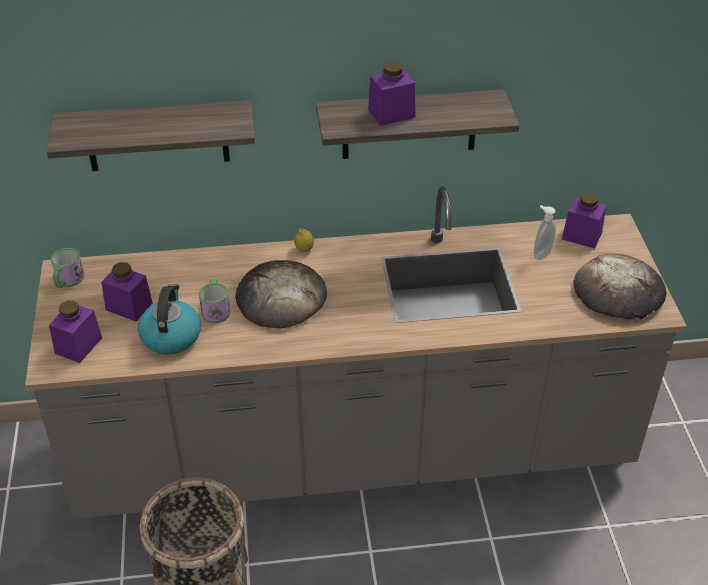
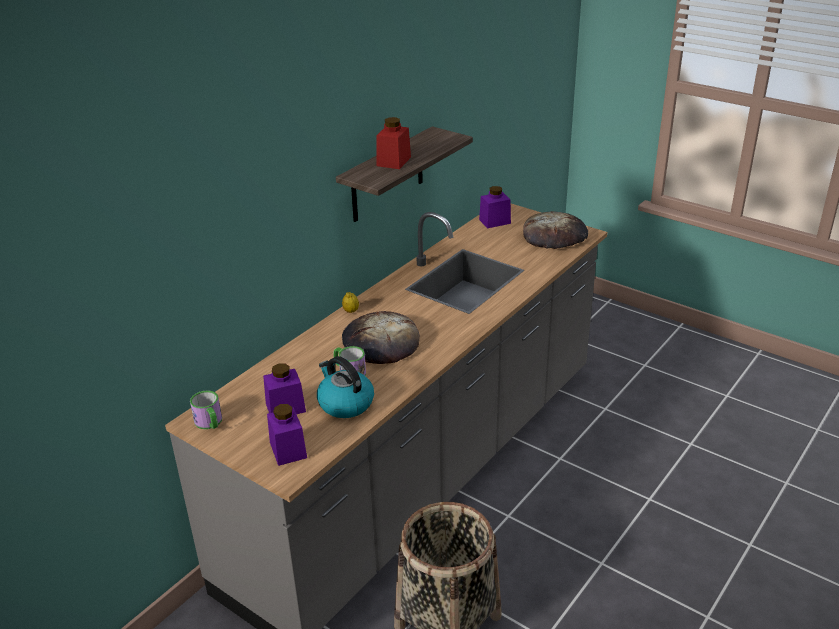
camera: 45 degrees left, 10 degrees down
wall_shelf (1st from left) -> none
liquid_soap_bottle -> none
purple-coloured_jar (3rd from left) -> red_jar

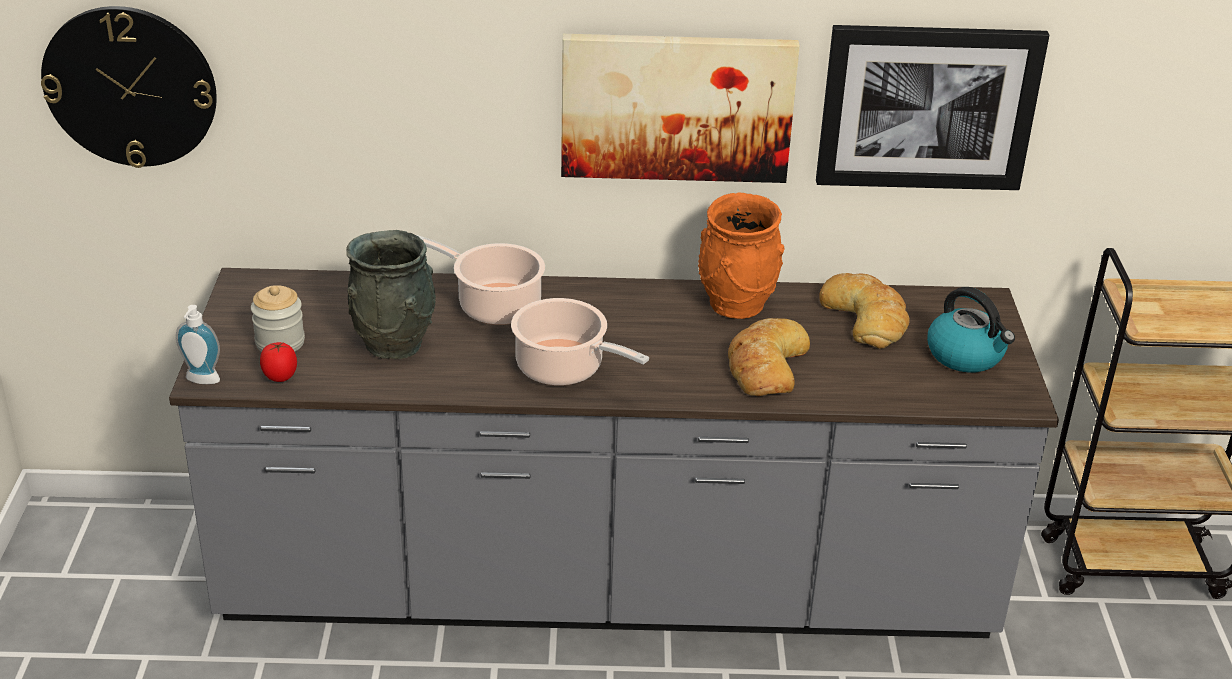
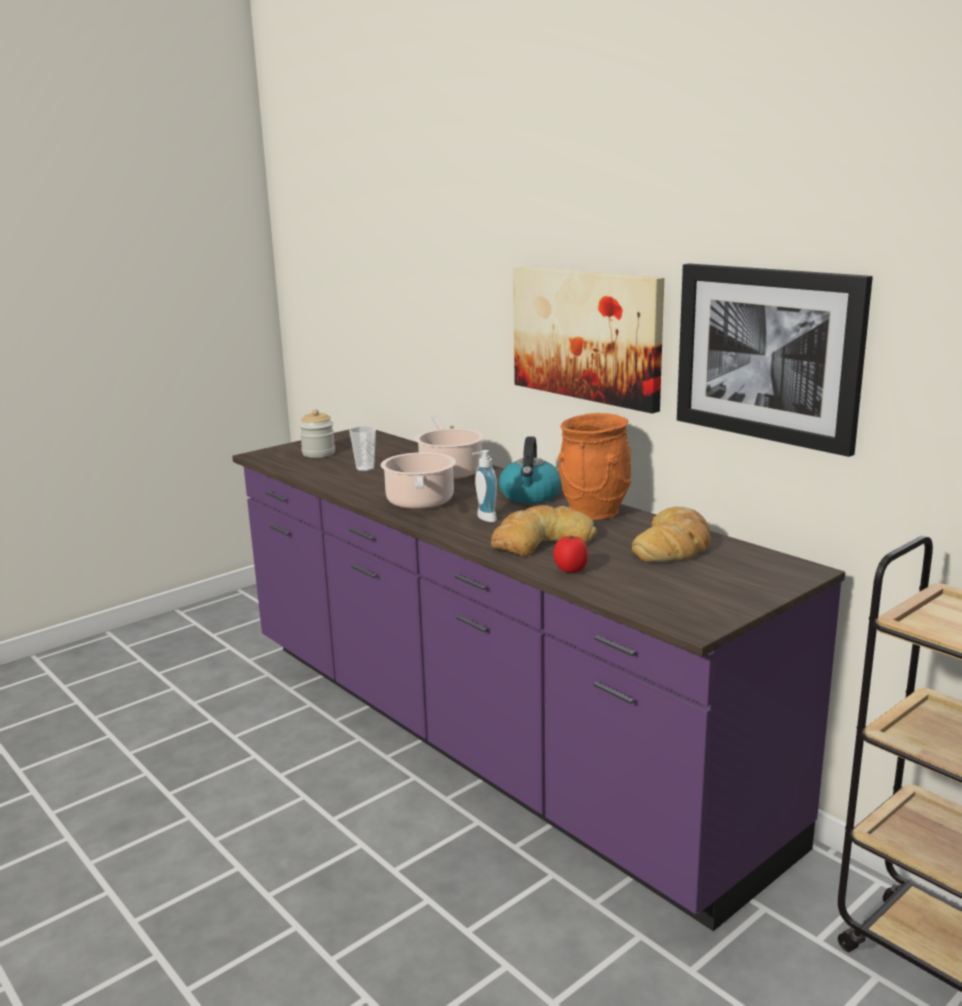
camera: 50 degrees right, 15 degrees down
hanging_clock -> none
liquid_soap_bottle, moved
fresh_tomato, moved
water_kettle, moved
greyish_decorative_vase -> drinking_cup
greyish_kitchen_counter -> purple-coloured_kitchen_counter

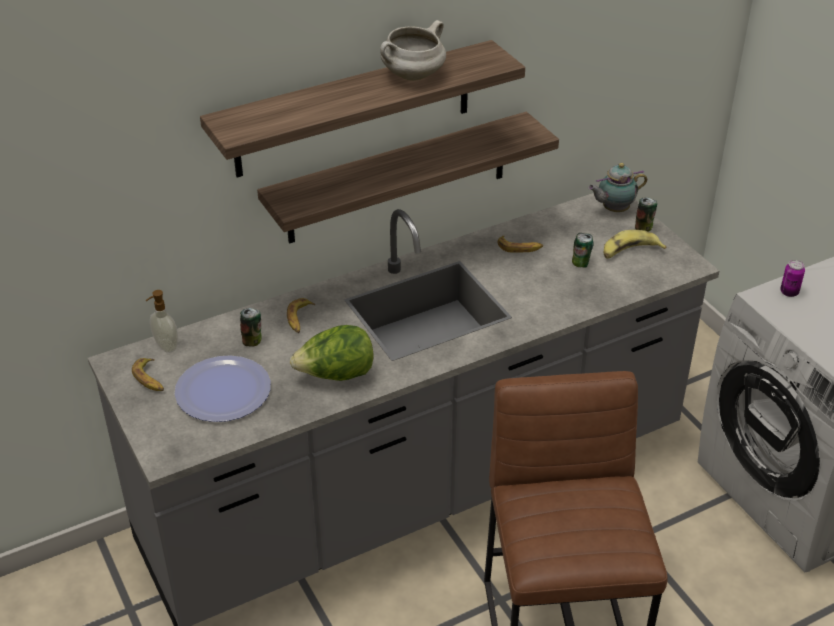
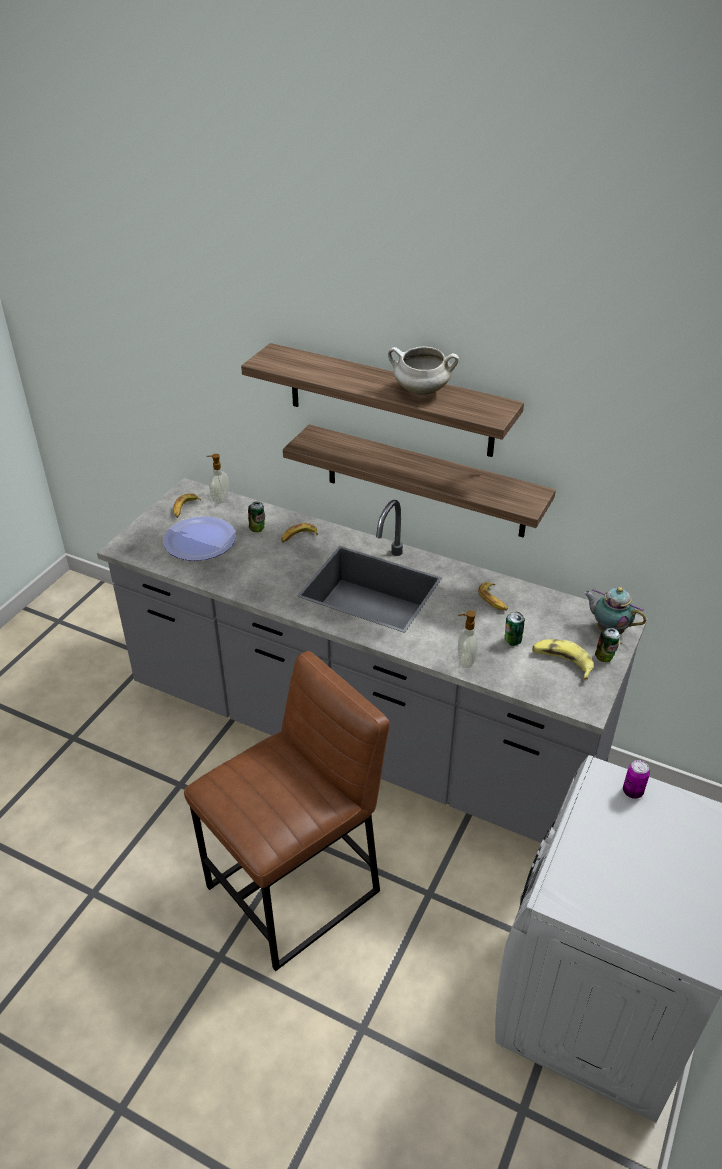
camera: 55 degrees right, 0 degrees up
lettuce -> none
none -> liquid_soap_bottle (2nd from left)

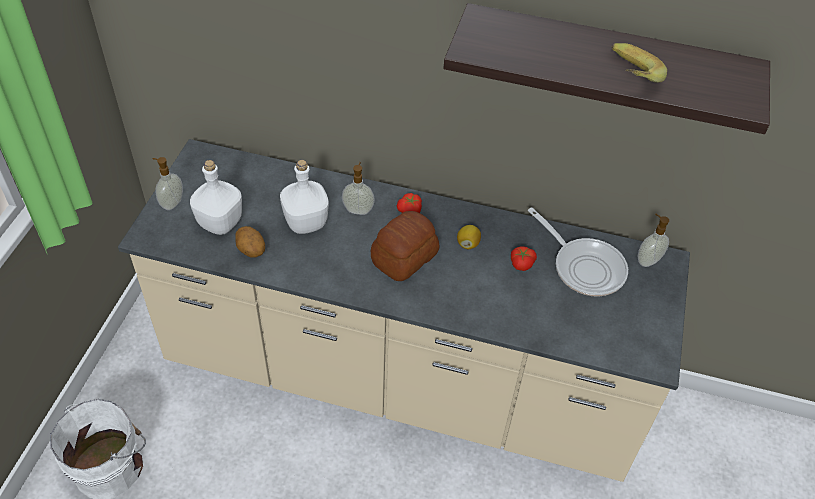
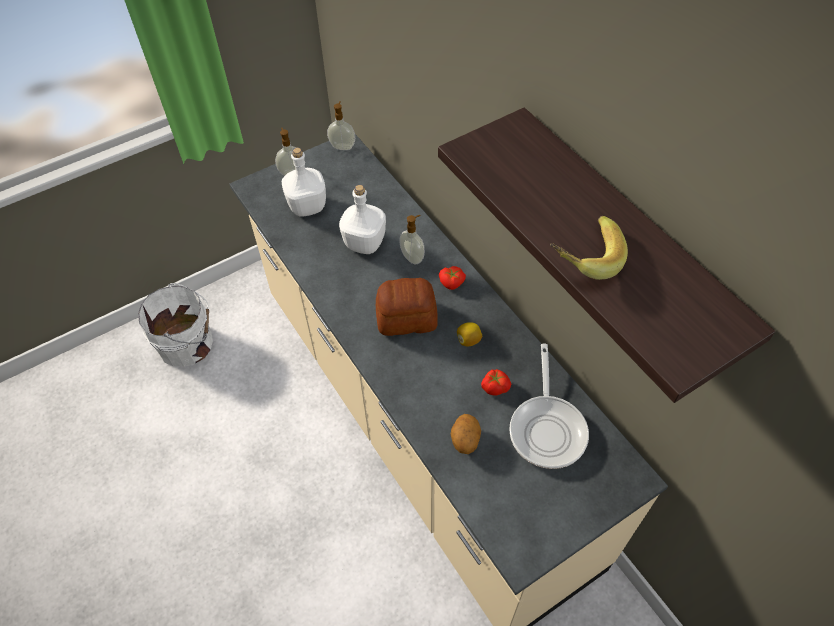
camera: 45 degrees right, 5 degrees up
whole_potato, moved
liquid_soap_bottle (3rd from left in the first image) -> liquid_soap_bottle (2nd from left), moved

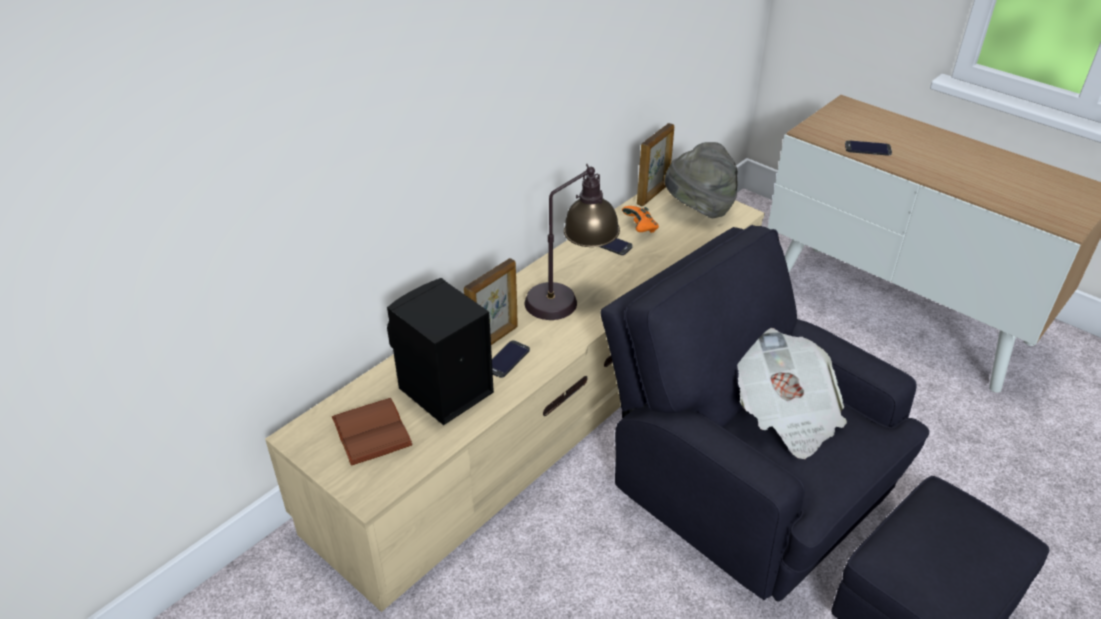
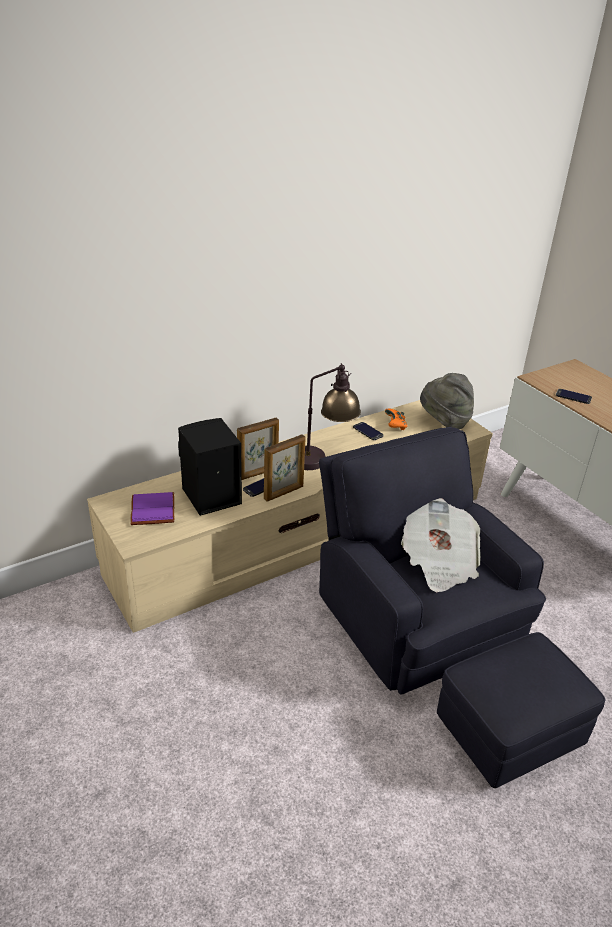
camera: 15 degrees right, 5 degrees down
picture_frame (2nd from left), moved
brownish_volume -> purple-coloured_volume

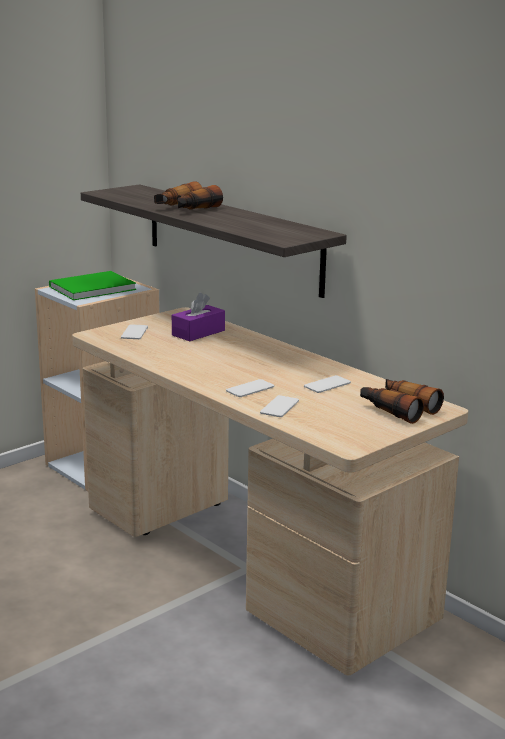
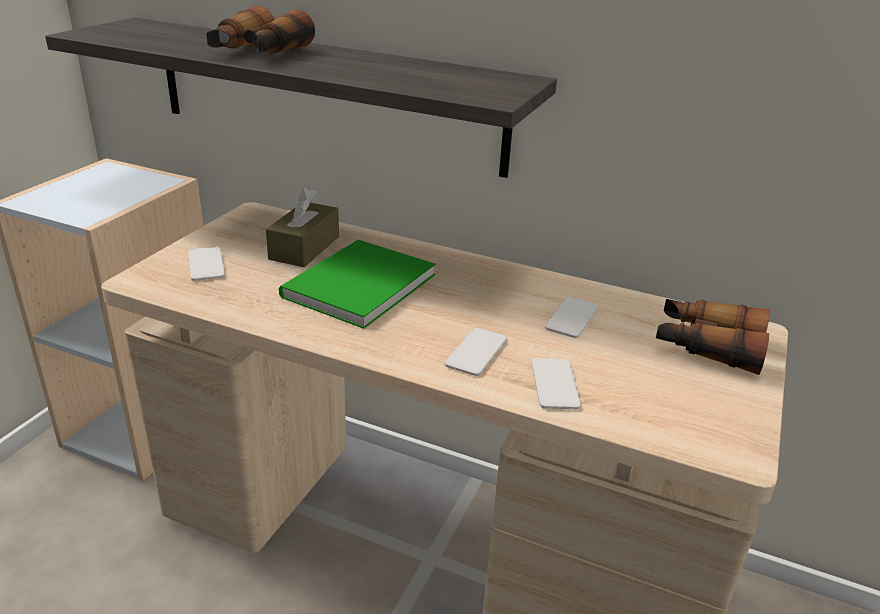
camera: 25 degrees left, 10 degrees up
green_volume, moved
purple-coloured_box_of_tissues -> brownish_box_of_tissues

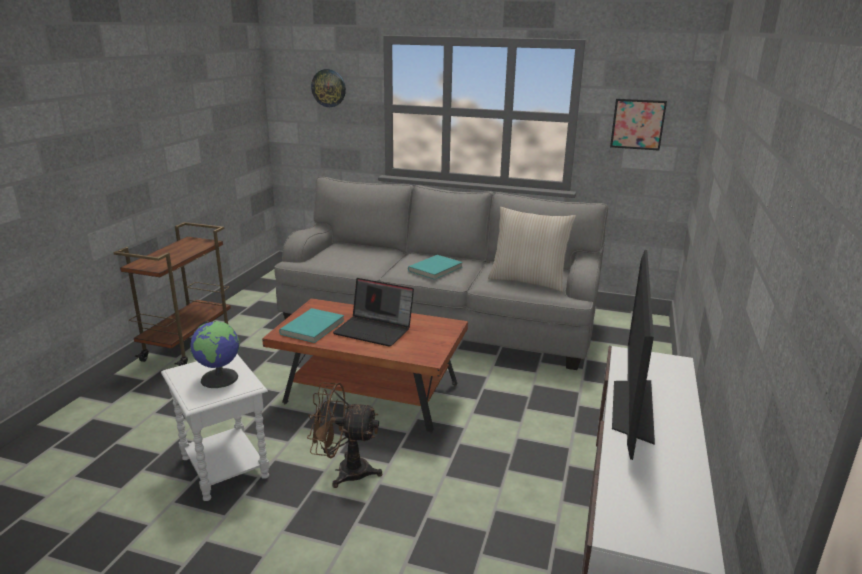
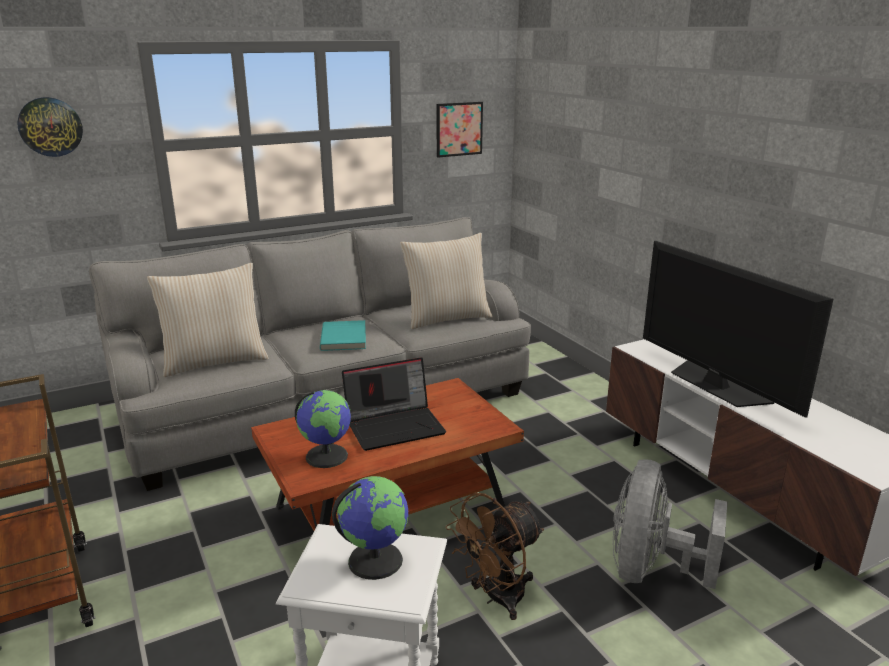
camera: 45 degrees left, 0 degrees up
none -> beige_pillow (1st from left)
none -> greyish_fan
turquoise-coloured_volume (1st from left) -> world_globe (1st from left)

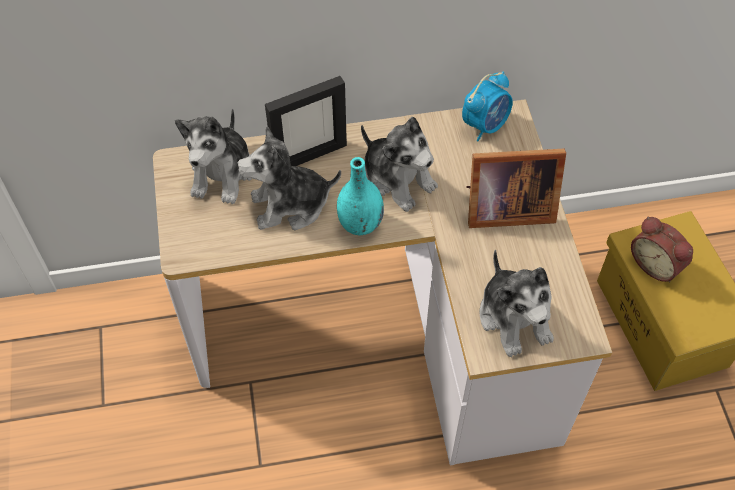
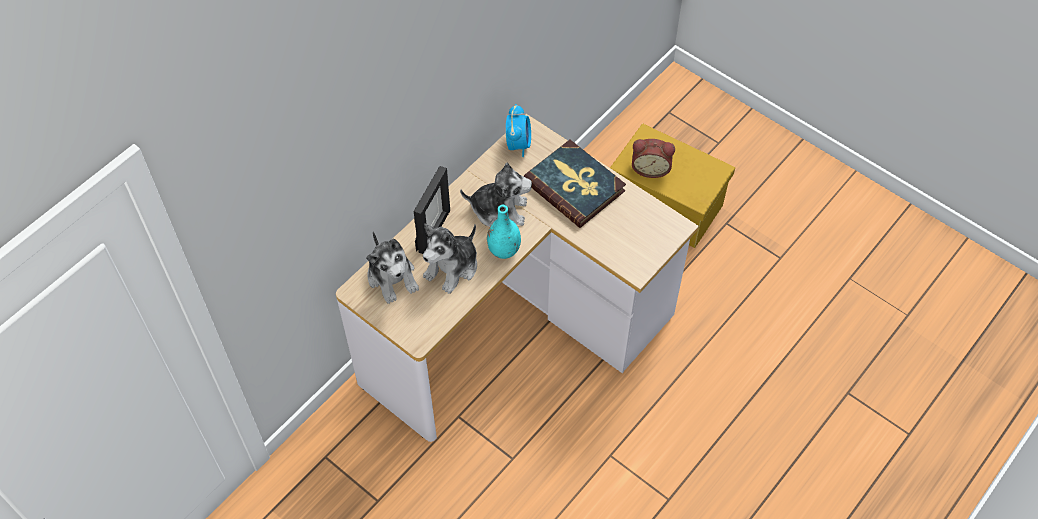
camera: 40 degrees left, 0 degrees up
soft_toy (4th from left) -> none
picture_frame (2nd from left) -> volume

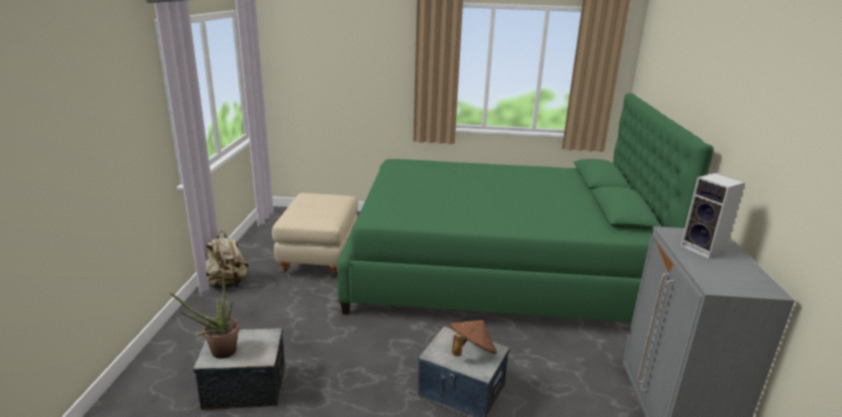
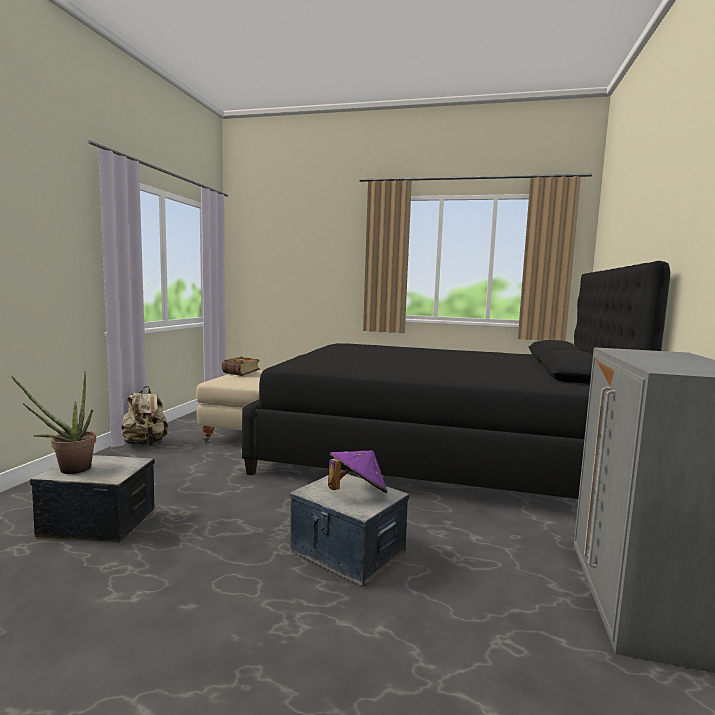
camera: 10 degrees right, 15 degrees down
audio_speaker -> none
none -> volume
green_bedroom_bed -> blackish_bedroom_bed
brownish_wearable_hat -> purple-coloured_wearable_hat

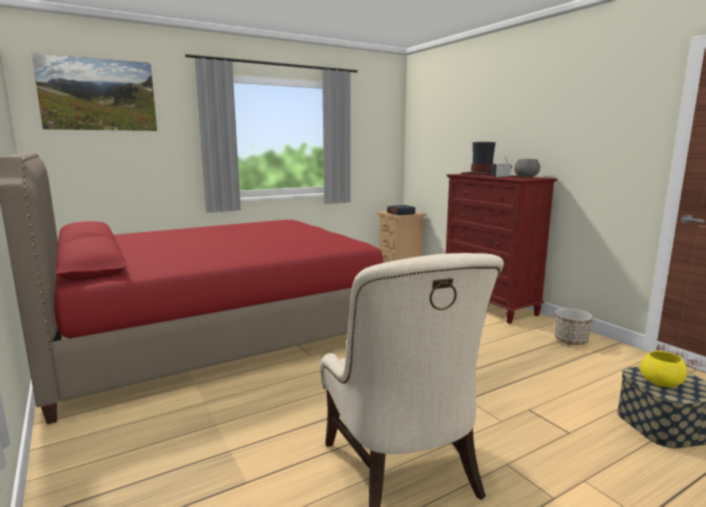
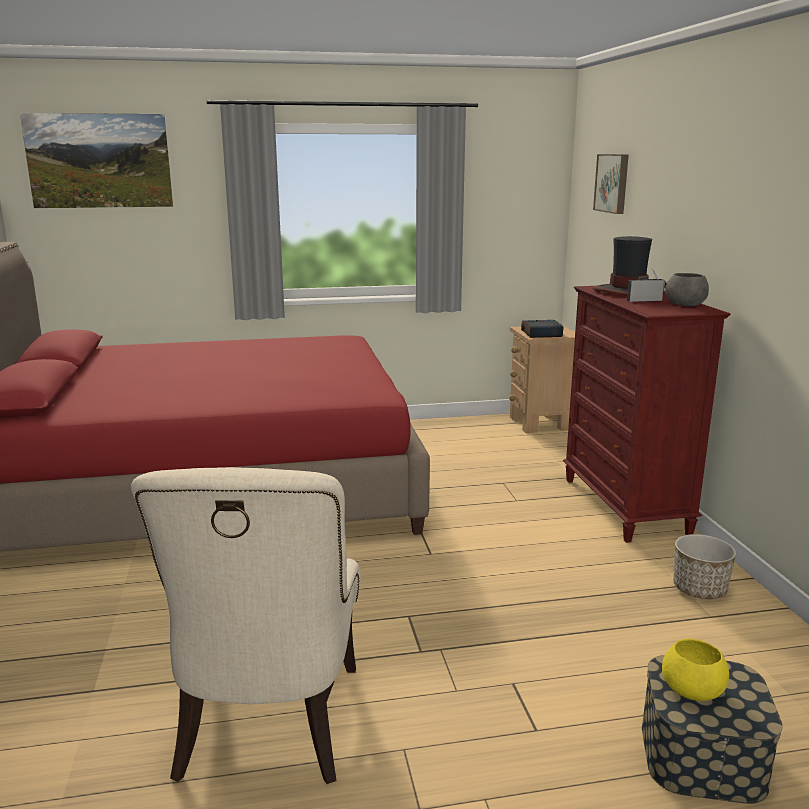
camera: 20 degrees right, 5 degrees up
none -> picture (2nd from left)

